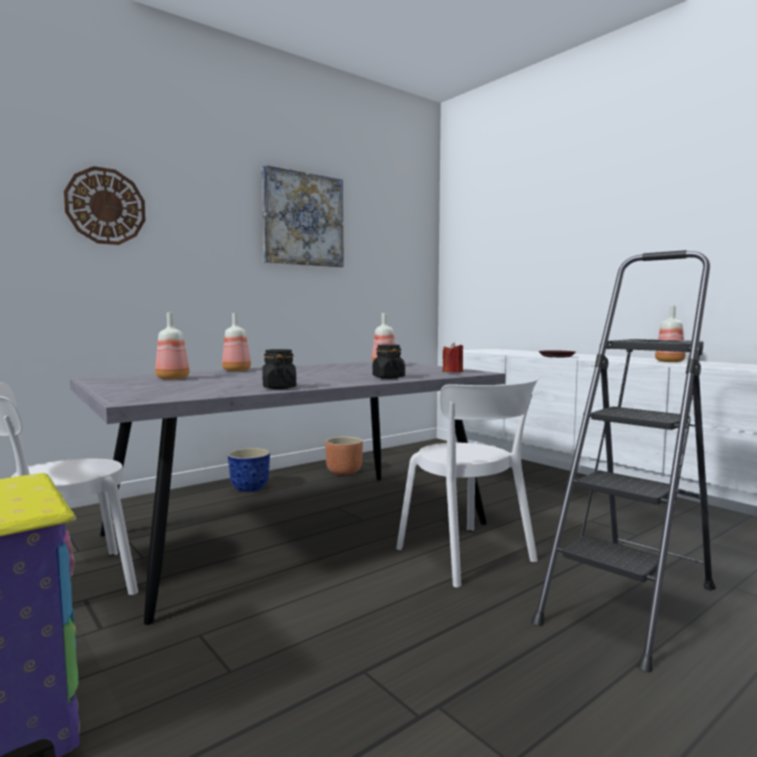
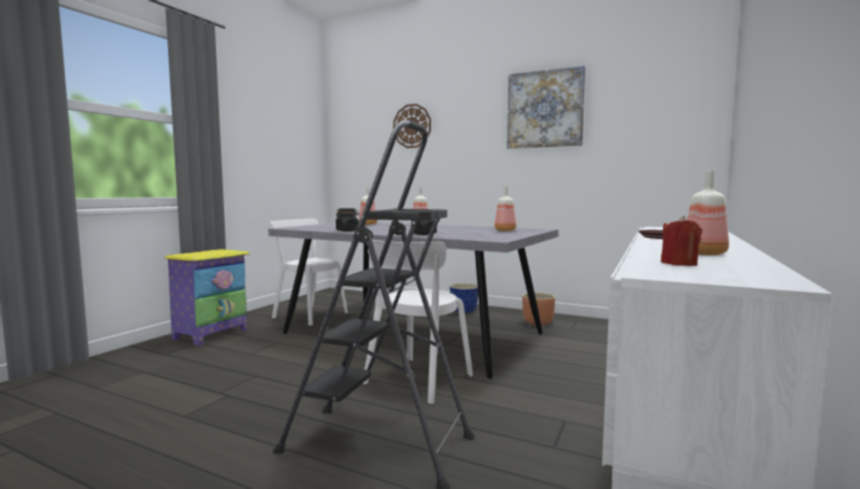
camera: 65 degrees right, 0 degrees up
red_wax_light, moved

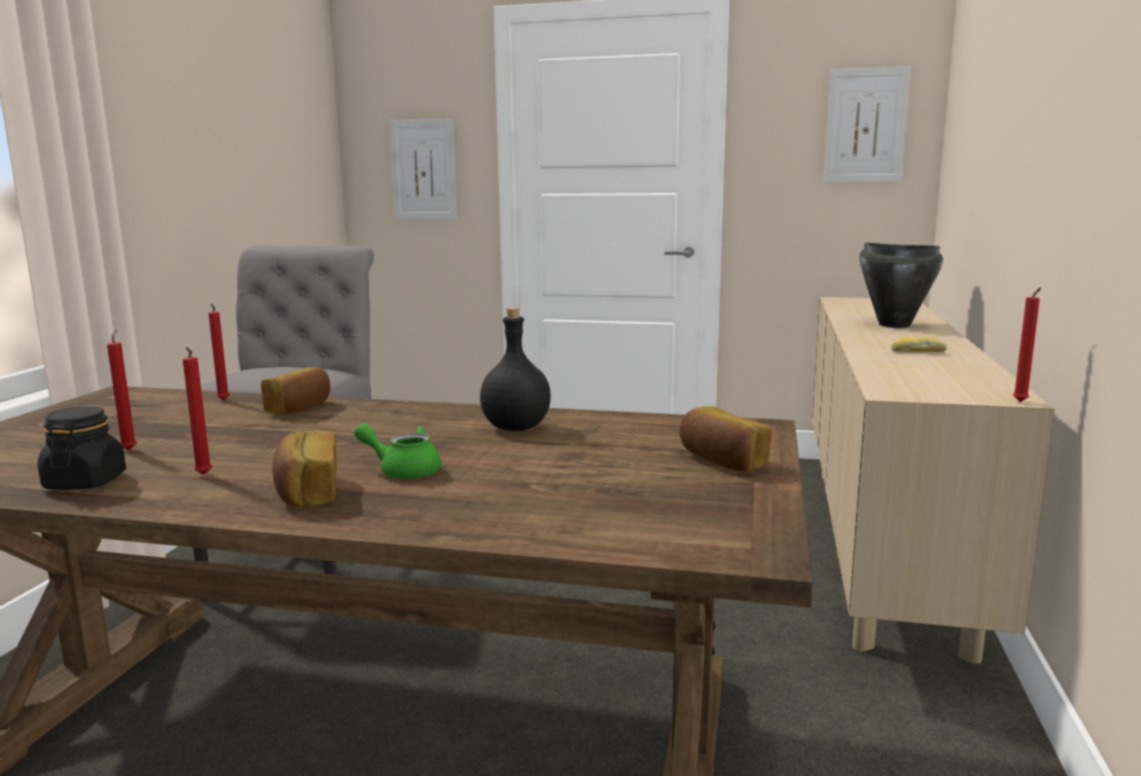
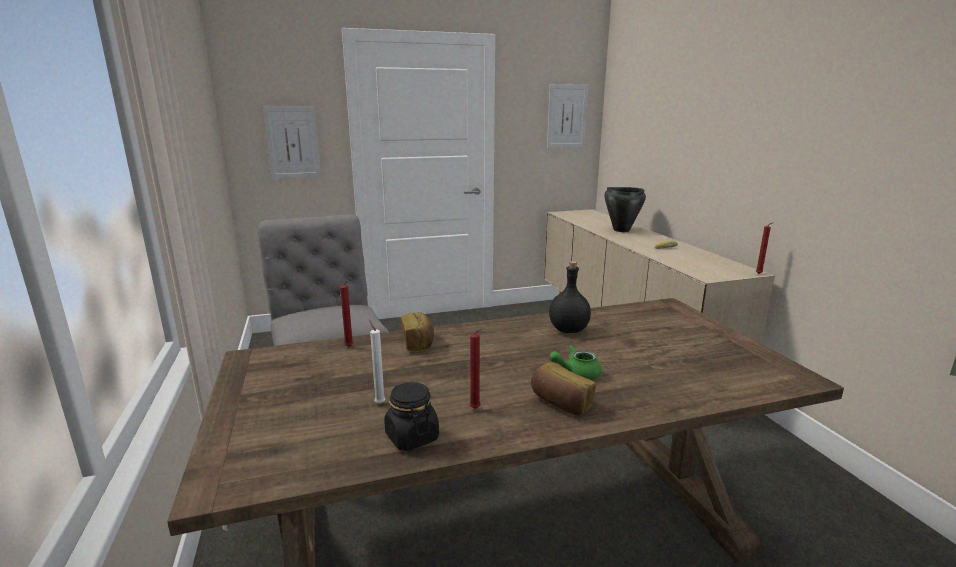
camera: 30 degrees left, 5 degrees up
baked_bread (3rd from left) -> none
red_wax_light (1st from left) -> white-coloured_wax_light

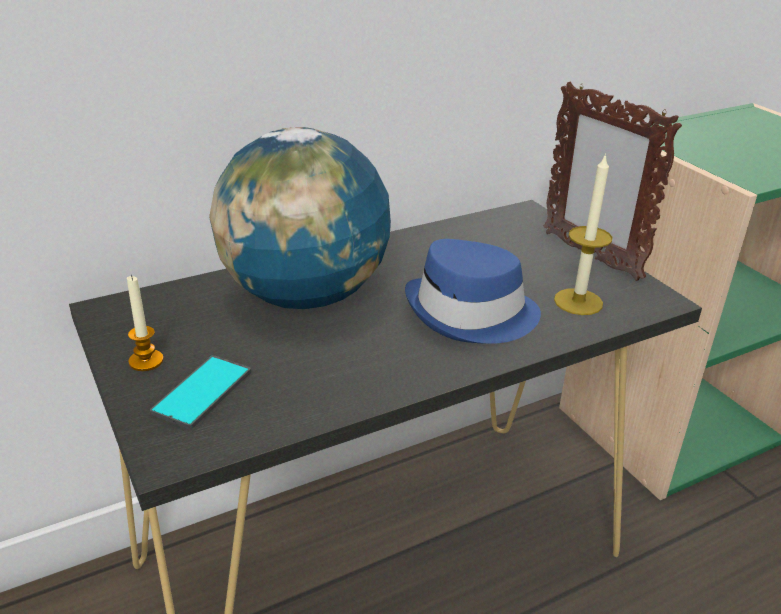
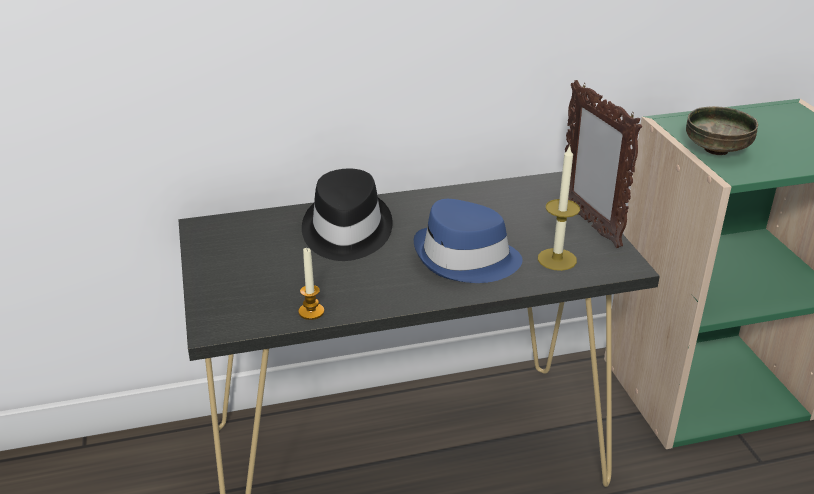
camera: 15 degrees right, 0 degrees up
handset -> none
none -> deep_dish
wax_light (1st from left), moved
world_globe -> blackish_wearable_hat

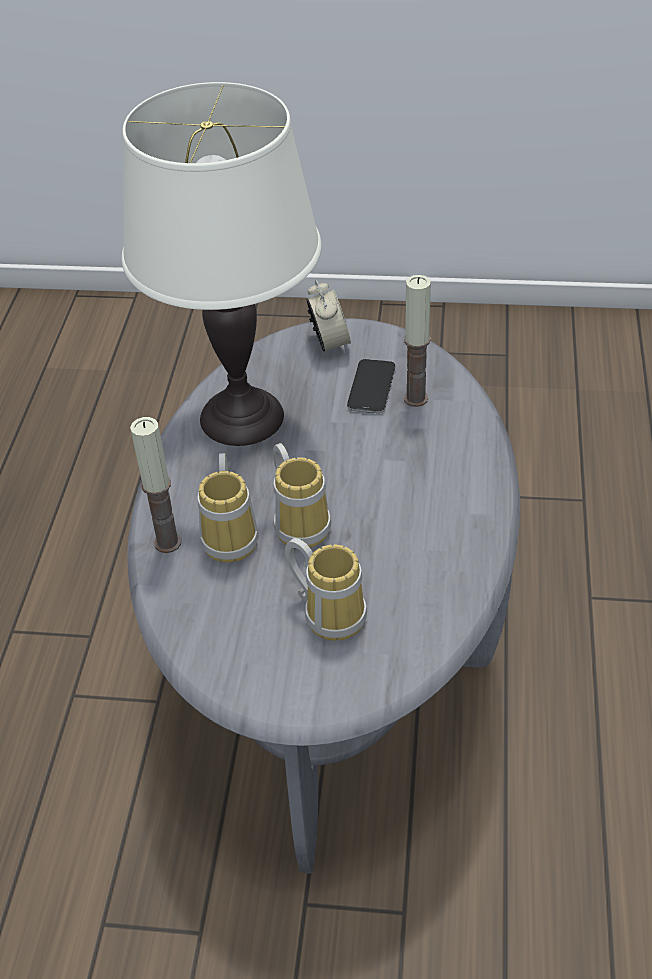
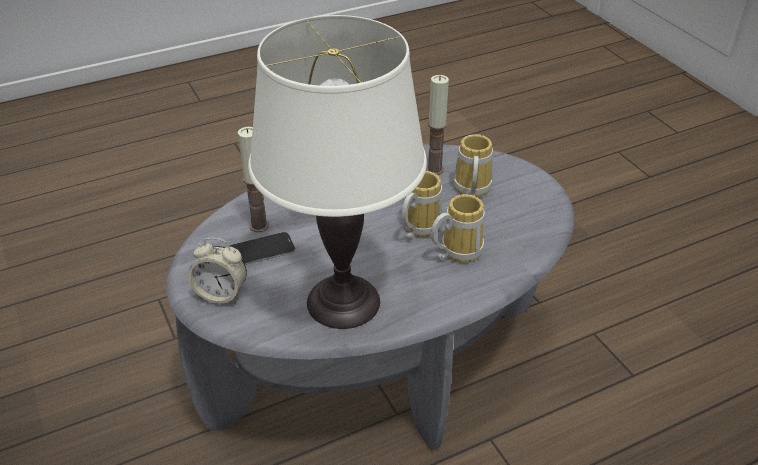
camera: 125 degrees left, 5 degrees down
wax_light (1st from left in the first image) -> wax_light (2nd from left), moved
table_clock, 120 degrees counterclockwise

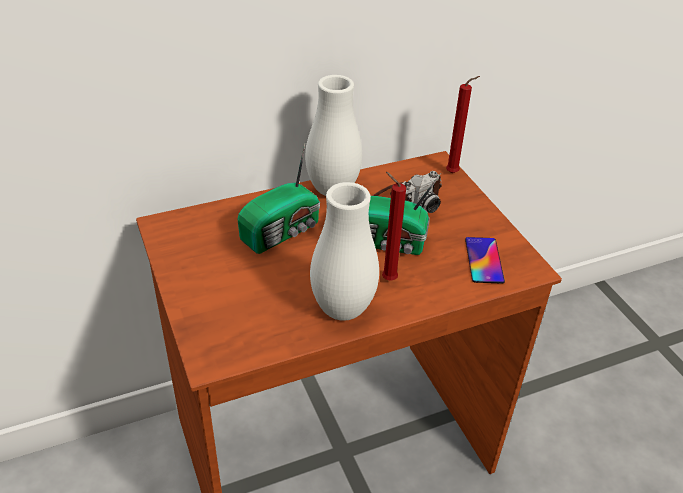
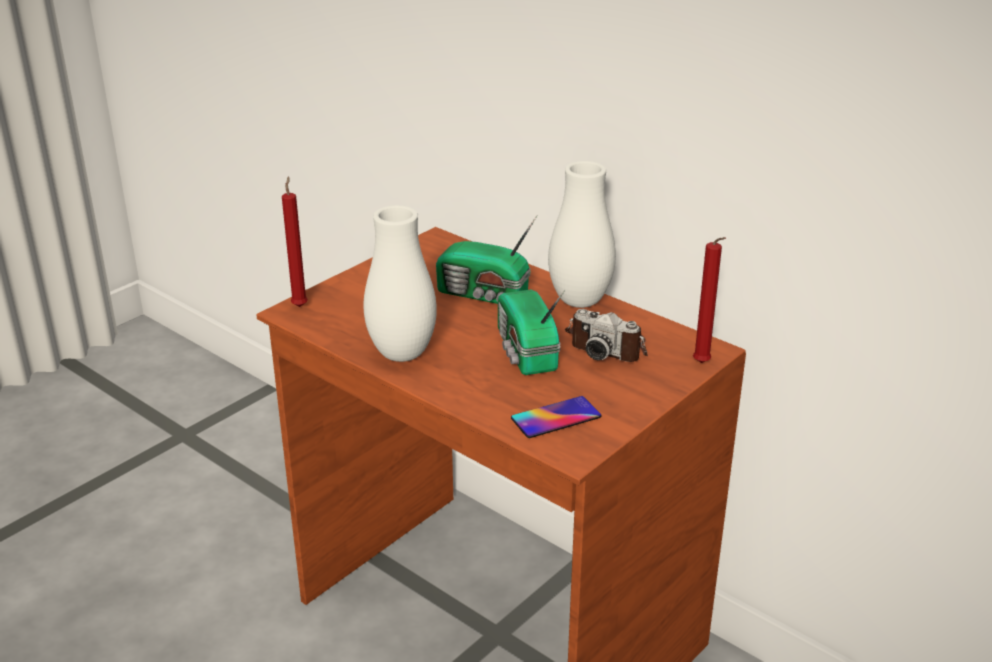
camera: 65 degrees right, 10 degrees down
red_wax_light (1st from left), moved

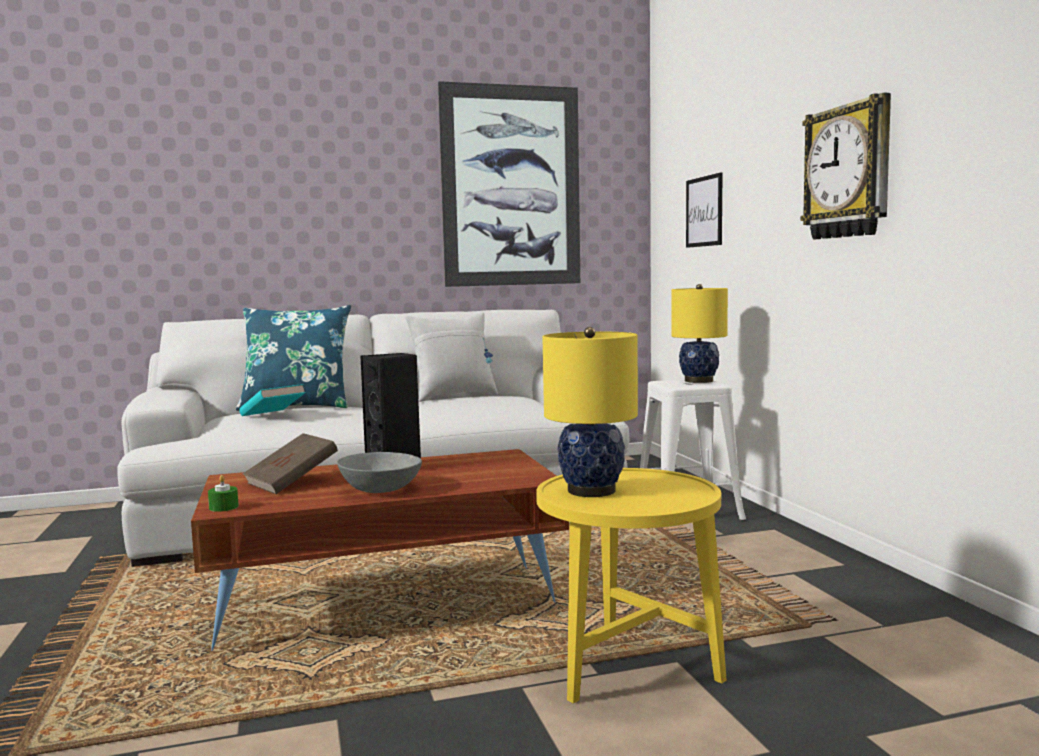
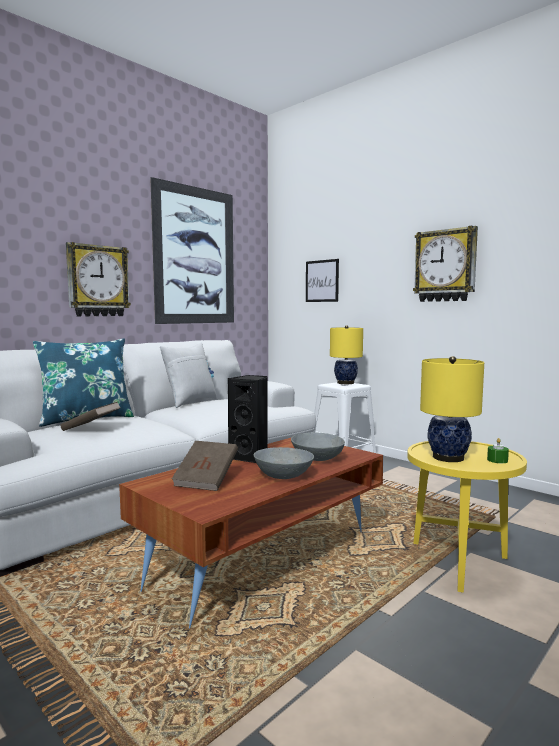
camera: 30 degrees left, 0 degrees up
none -> hanging_clock (1st from left)
none -> greyish_deep_dish (2nd from left)
green_wax_light, moved
turquoise-coloured_volume -> brownish_volume (1st from left)

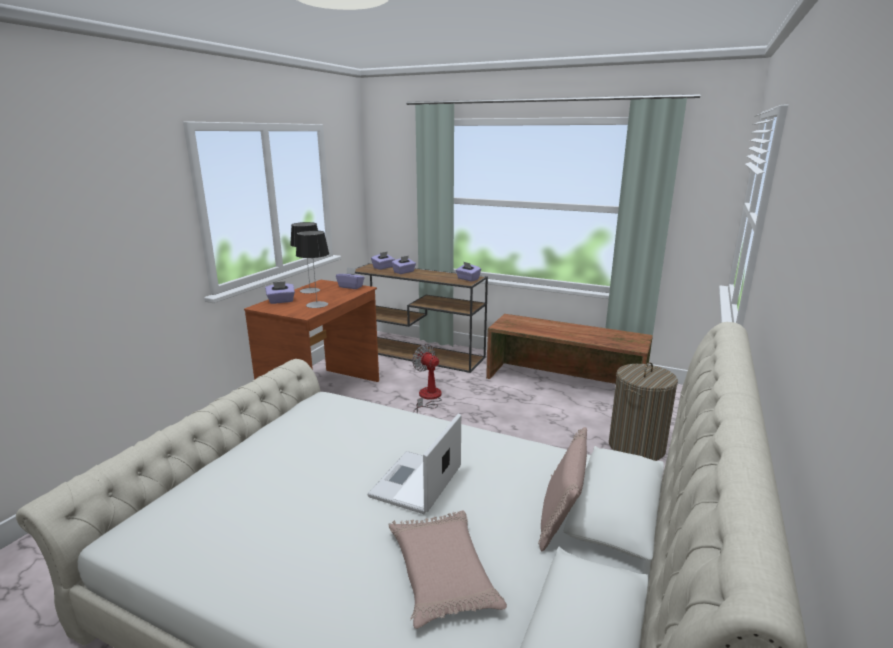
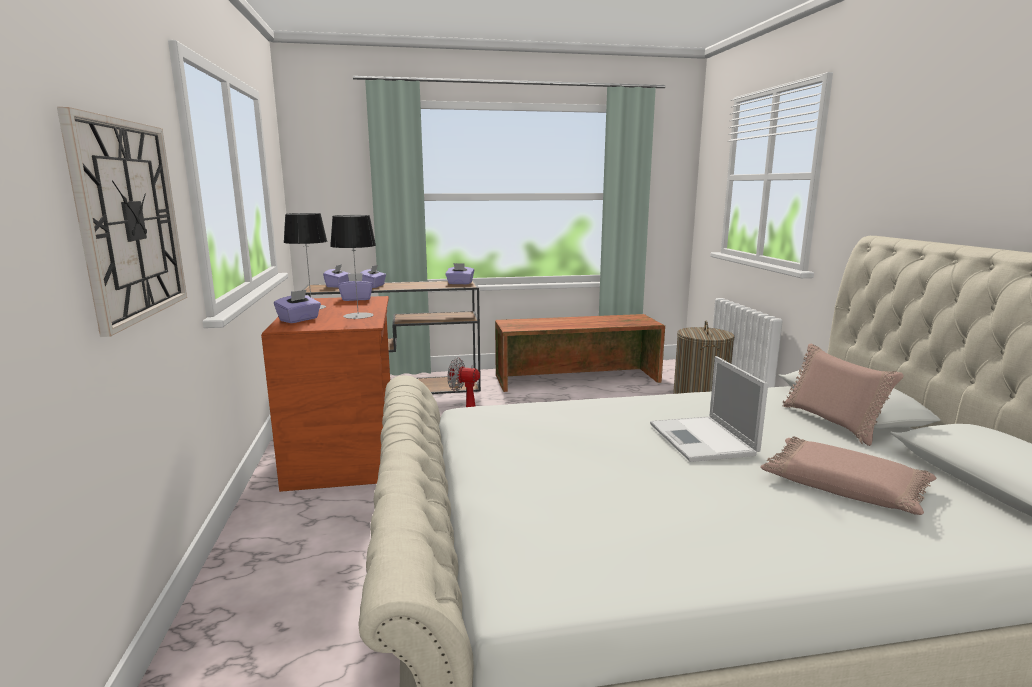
camera: 35 degrees left, 5 degrees down
none -> hanging_clock

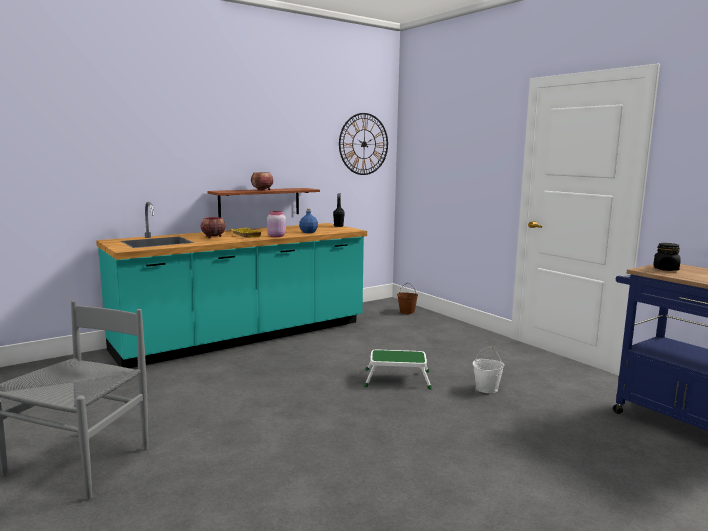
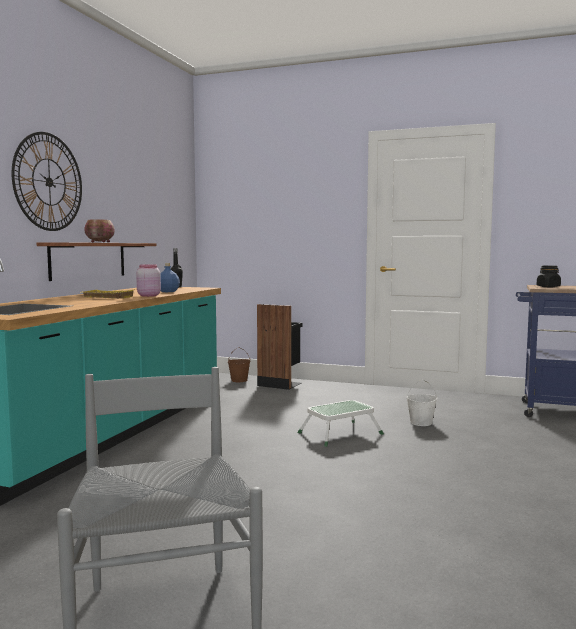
camera: 35 degrees left, 5 degrees down
deep_dish (1st from left) -> none
none -> blackish_trash_can
hanging_clock, moved

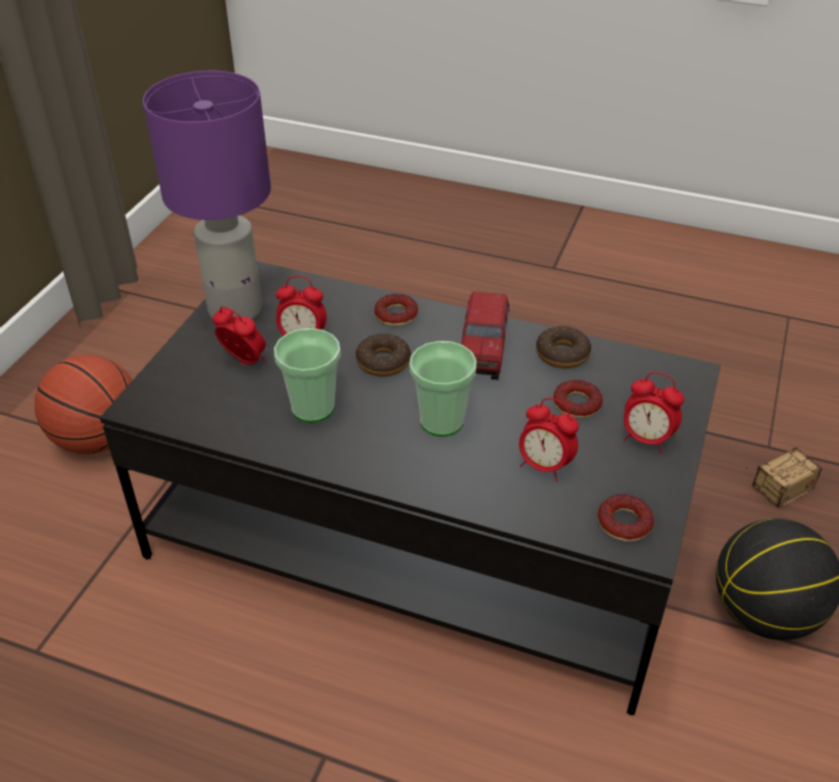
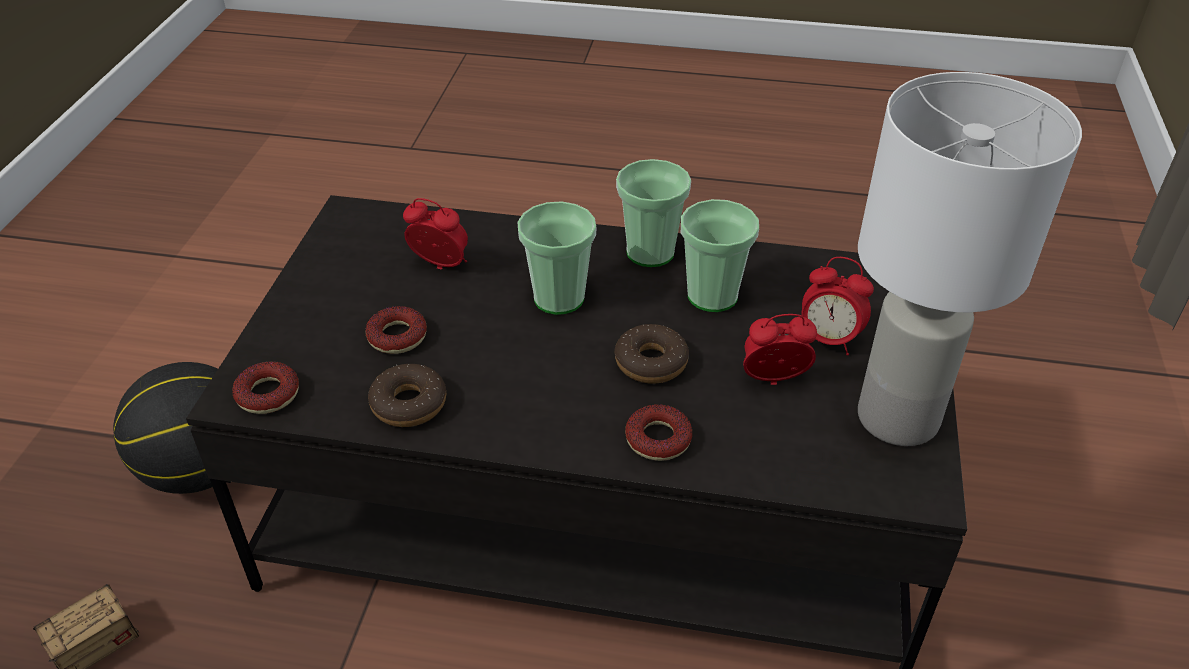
camera: 170 degrees right, 0 degrees up
ball_for_basketball (1st from left) -> none
model_truck -> none
table_clock (4th from left) -> none
none -> drinking_cup (2nd from left)
doughnut (5th from left in the first image) -> doughnut (1st from left), moved
purple-coloured_table_lamp -> white-coloured_table_lamp

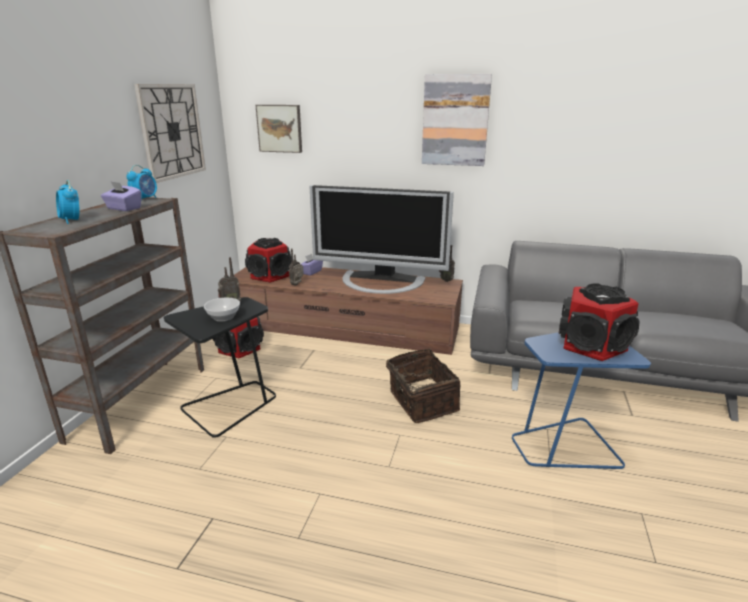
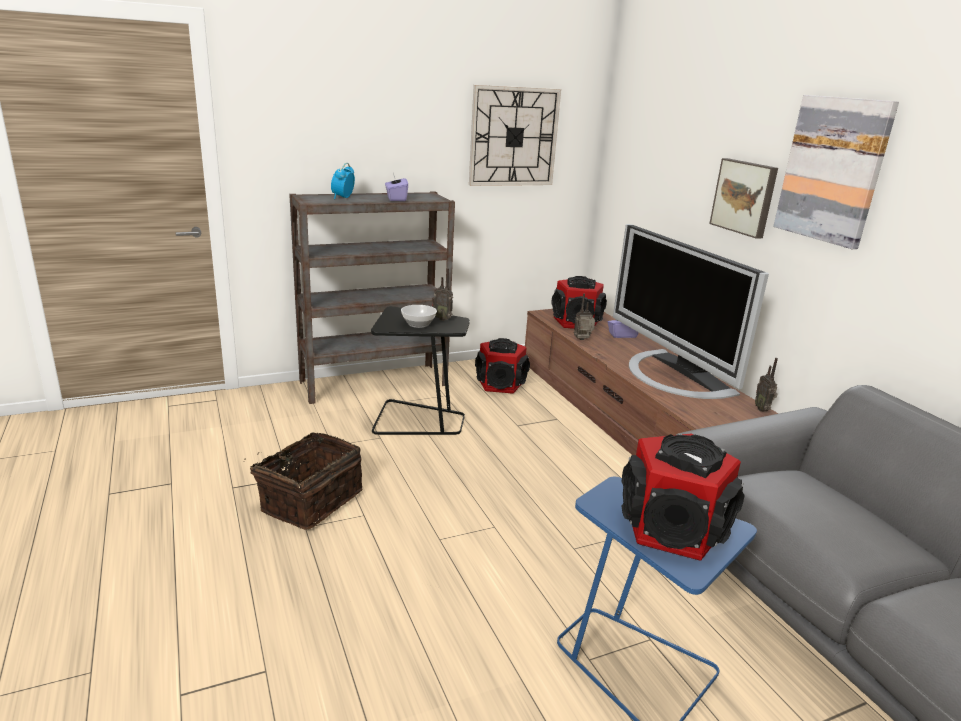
camera: 50 degrees right, 0 degrees up
table_clock (2nd from left) -> none
picture (1st from left), moved
household_basket, moved

